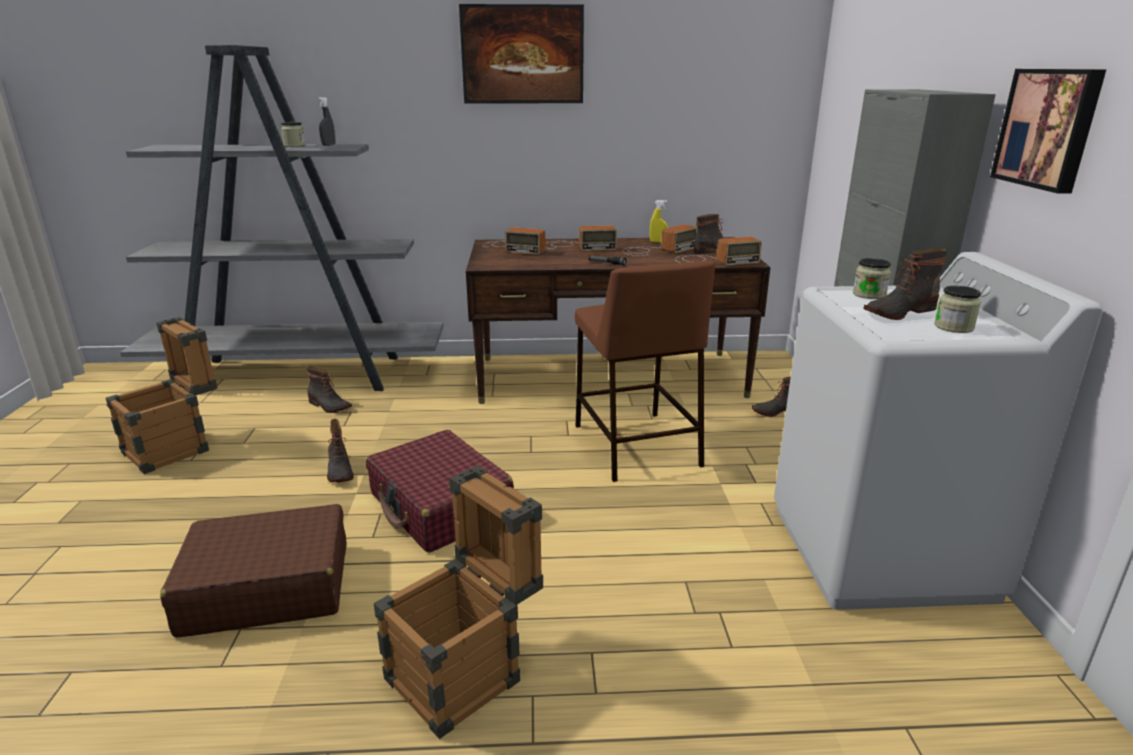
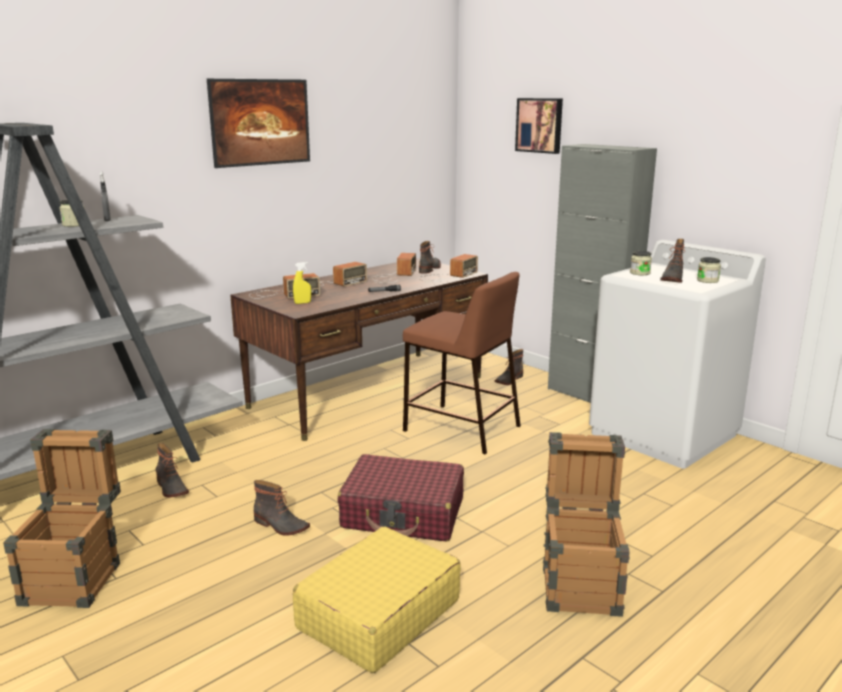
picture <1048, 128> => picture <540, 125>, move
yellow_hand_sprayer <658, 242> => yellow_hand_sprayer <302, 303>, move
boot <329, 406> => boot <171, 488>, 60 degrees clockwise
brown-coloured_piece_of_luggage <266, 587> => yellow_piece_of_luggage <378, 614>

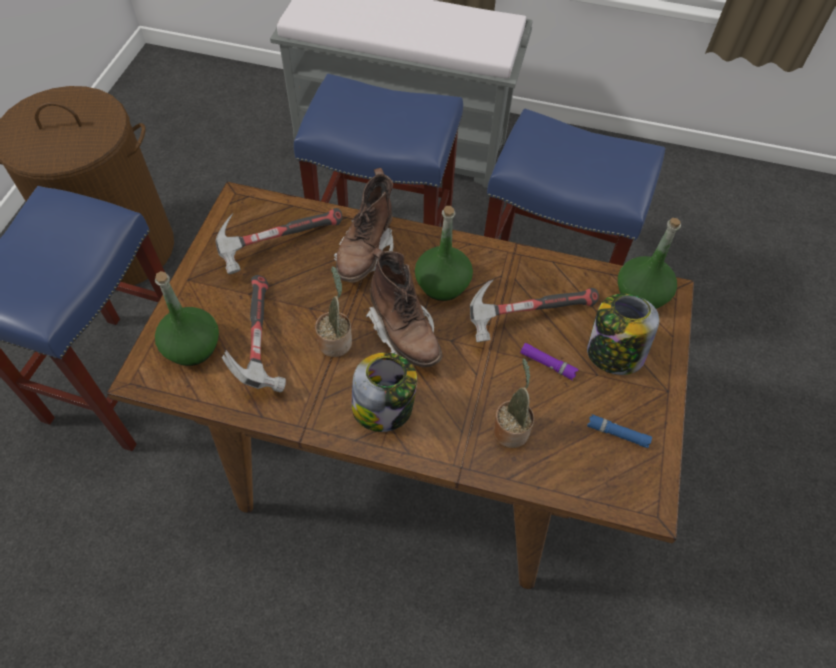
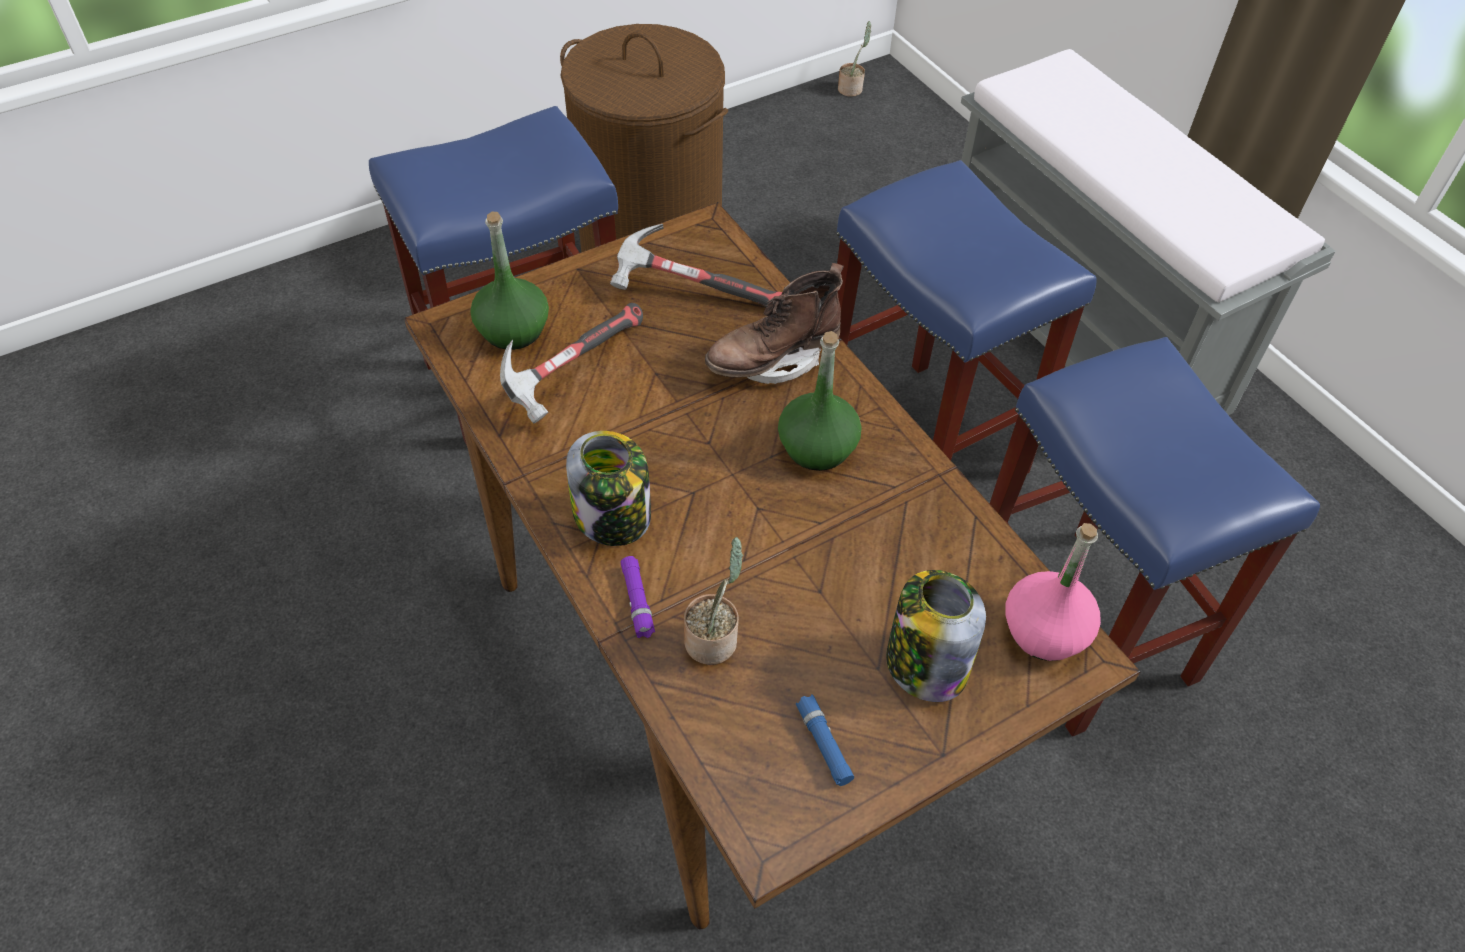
green-coloured_bottle <641, 294> => pinkish_bottle <1045, 631>
brown-coloured_boot <404, 332> => nothing
houseplant <336, 340> => houseplant <851, 89>, move
hammer <527, 315> => nothing
purplish_hand_torch <548, 364> => purplish_hand_torch <637, 601>, move

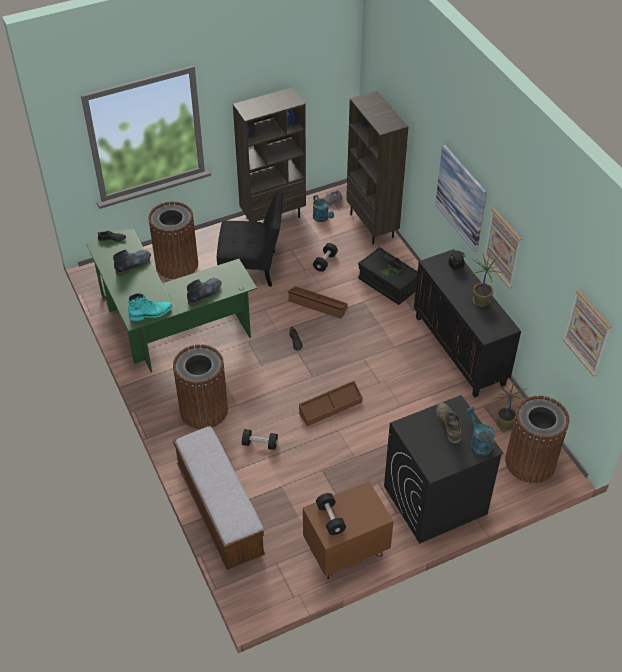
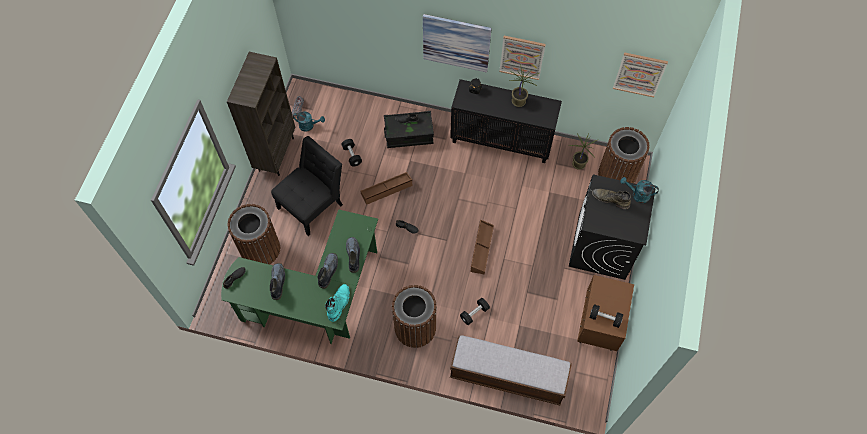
brown-coloured_shelving_unit <372, 226> => nothing
nothing => boot <328, 271>

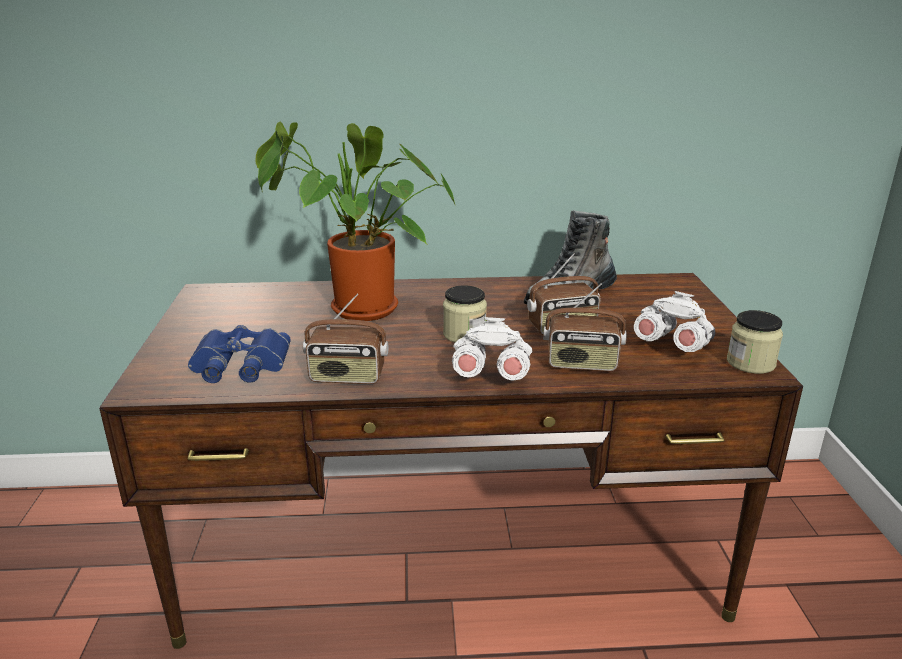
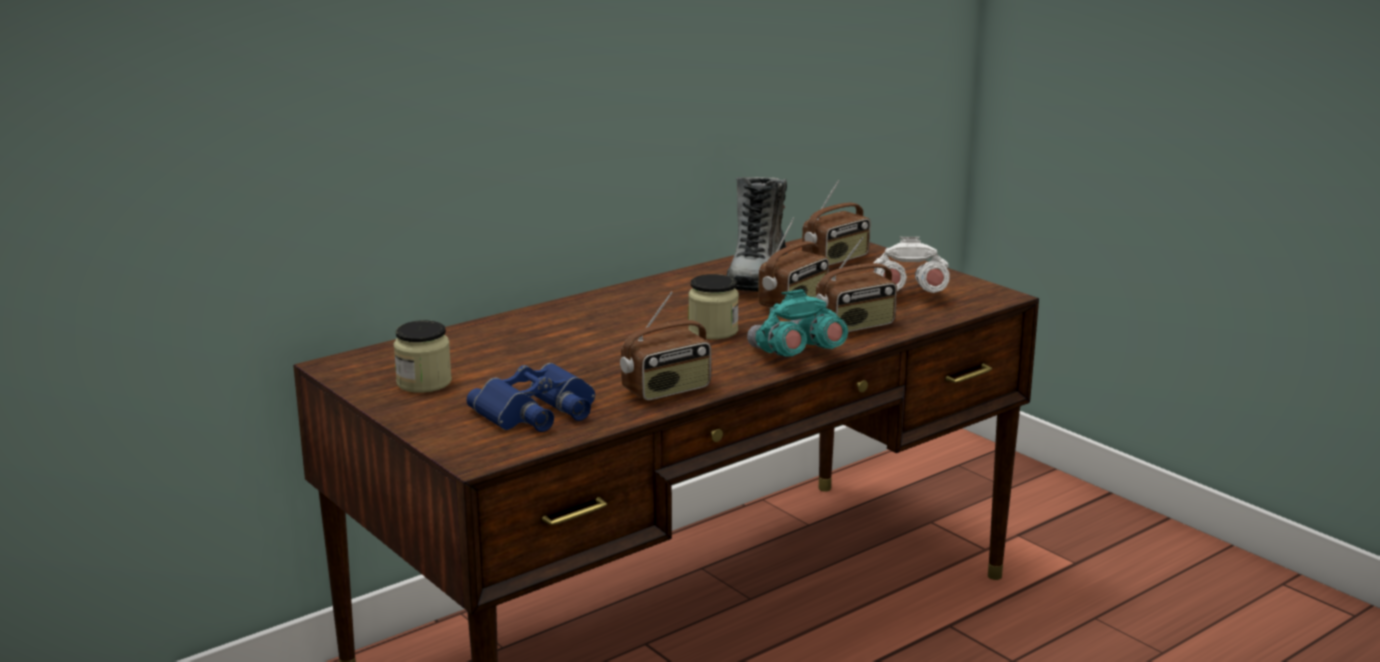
houseplant <356, 311> => nothing
jar <750, 363> => jar <424, 383>, move
white-coloured_pair_of_binoculars <491, 376> => turquoise_pair_of_binoculars <795, 355>
nothing => radio <836, 259>

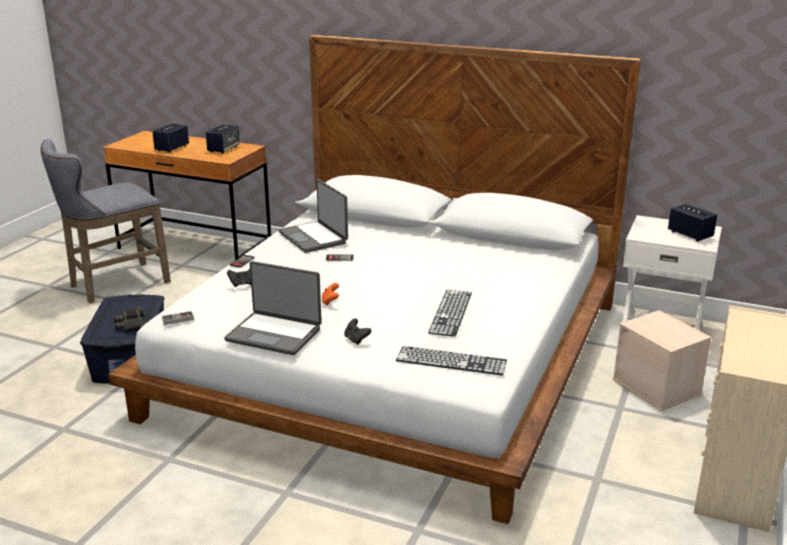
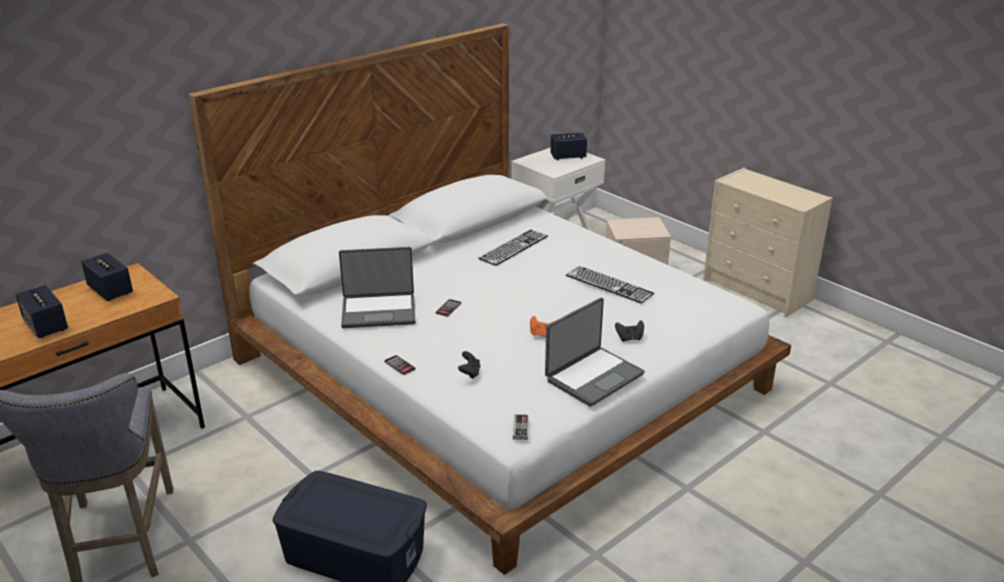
black_pair_of_binoculars <131, 324> => nothing
computer_keyboard <451, 361> => computer_keyboard <514, 247>, move

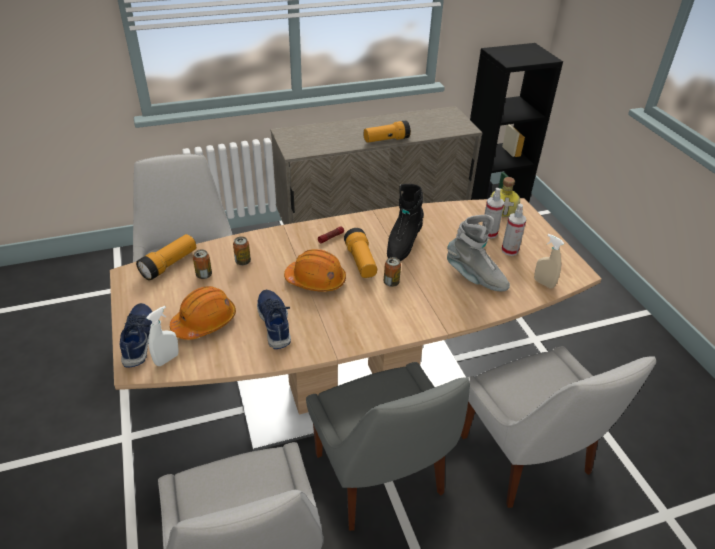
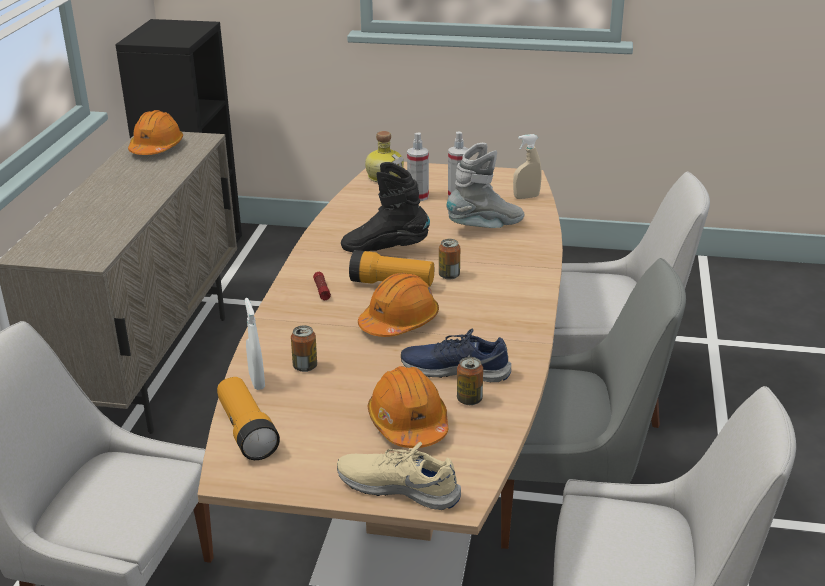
hand_torch <386, 140> => nothing
black_boot <402, 244> => black_boot <385, 249>, 135 degrees clockwise
sealed_can <204, 275> => sealed_can <469, 399>, move
blue-coloured_item_of_footwear <140, 339> => beige-coloured_item_of_footwear <399, 486>
white-coloured_hand_sprayer <167, 359> => white-coloured_hand_sprayer <257, 381>, move
nothing => orangey_work_helmet <156, 148>

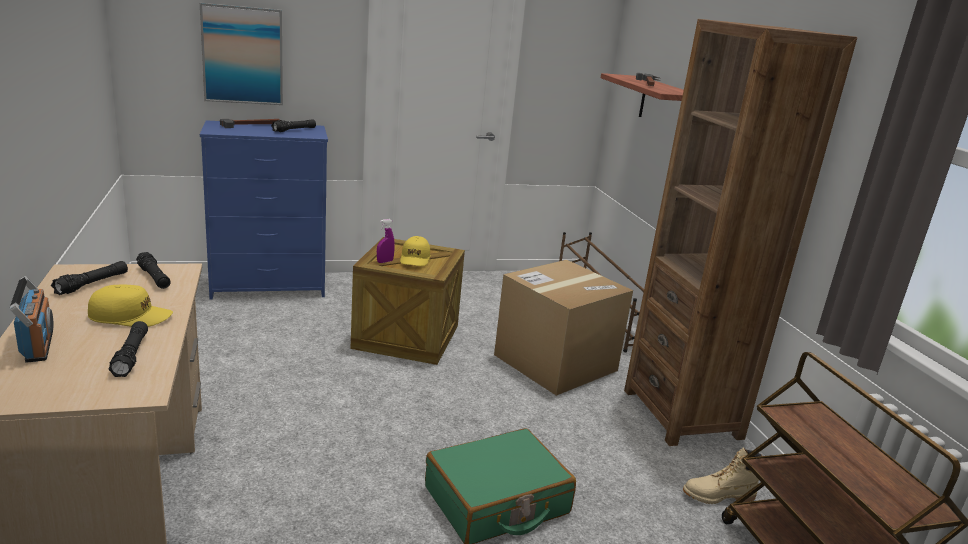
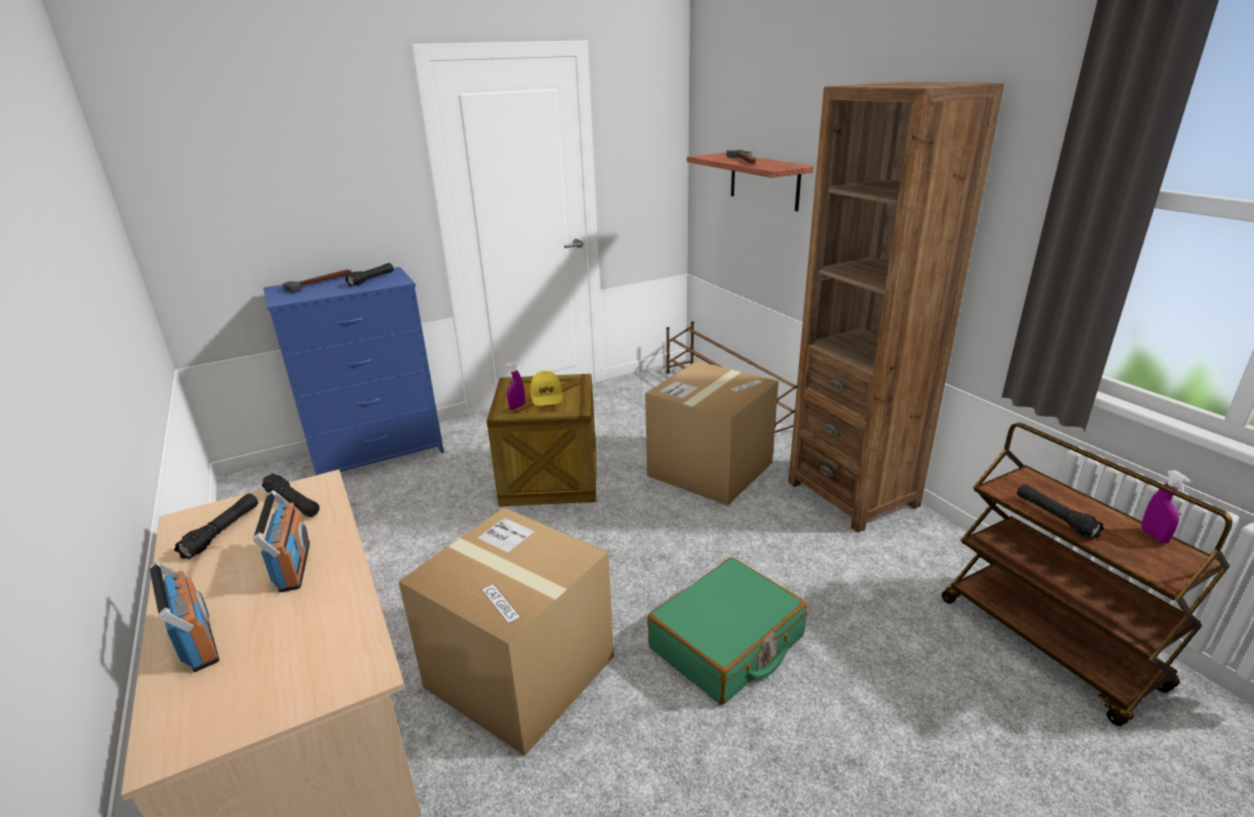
picture <243, 55> => nothing
yellow_peaked_cap <130, 317> => radio <293, 566>
black_hand_torch <131, 355> => black_hand_torch <1055, 517>, move
beige-coloured_boot <718, 496> => nothing
nothing => purplish_hand_sprayer <1154, 536>
nothing => carton <520, 671>

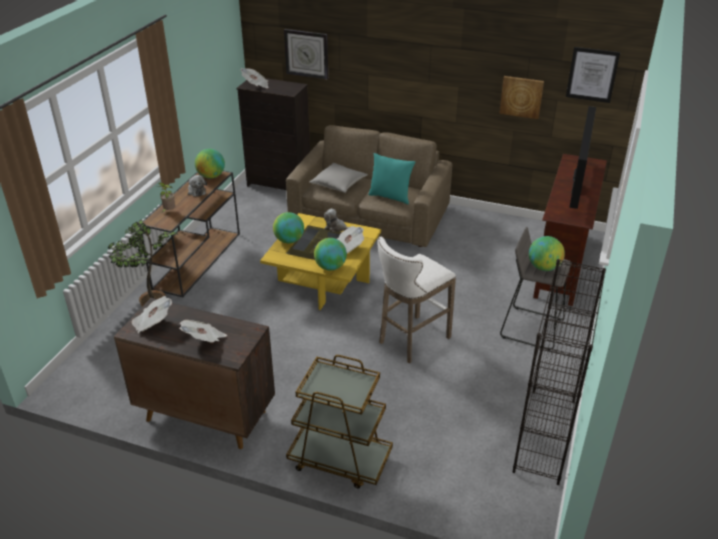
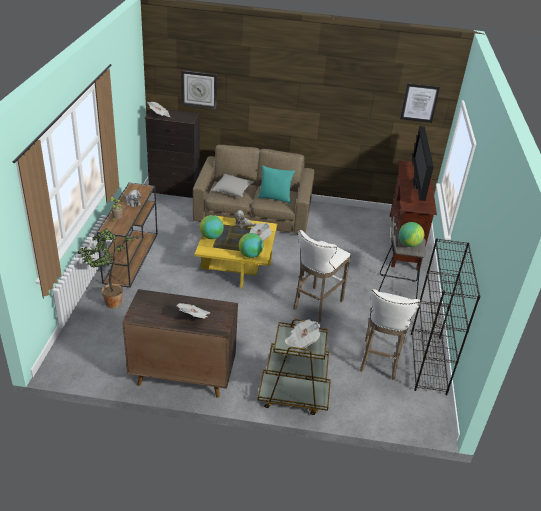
picture <521, 97> => nothing
world_globe <211, 176> => nothing
newspaper <152, 323> => newspaper <301, 341>, move
nothing => white-coloured_stool_seat <380, 361>

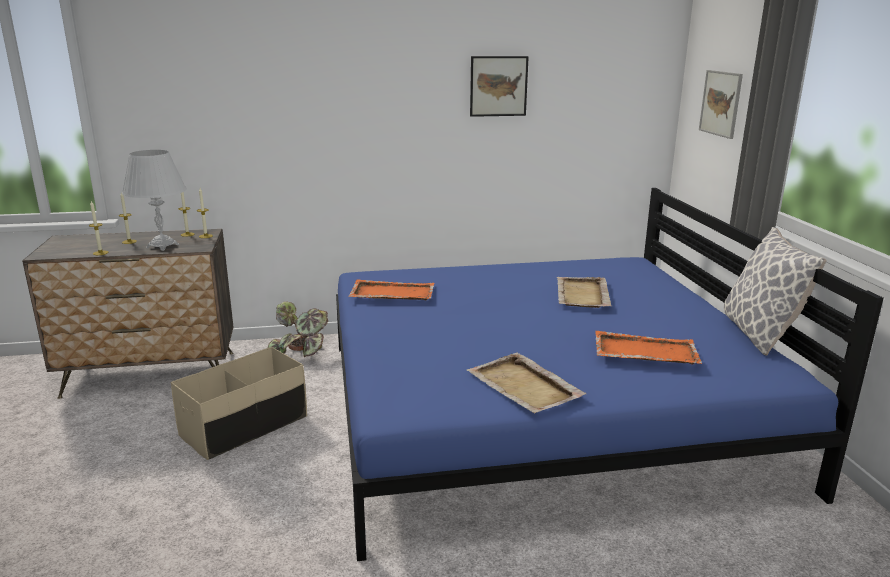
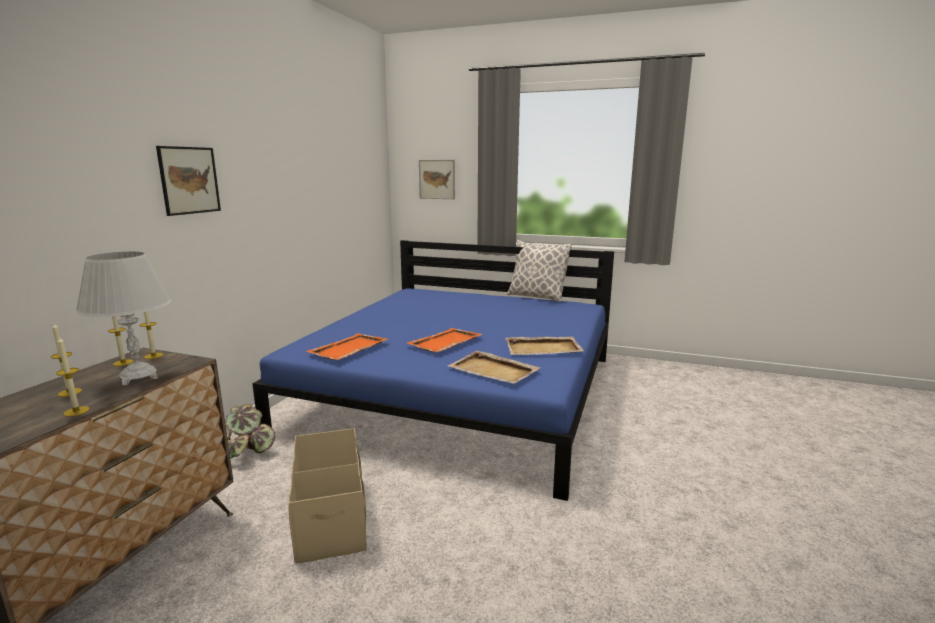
picture <498, 86> => picture <189, 180>, move
beige-coloured_serving_tray <582, 295> => beige-coloured_serving_tray <494, 370>, move
orangey_serving_tray <644, 351> => orangey_serving_tray <444, 342>, move

